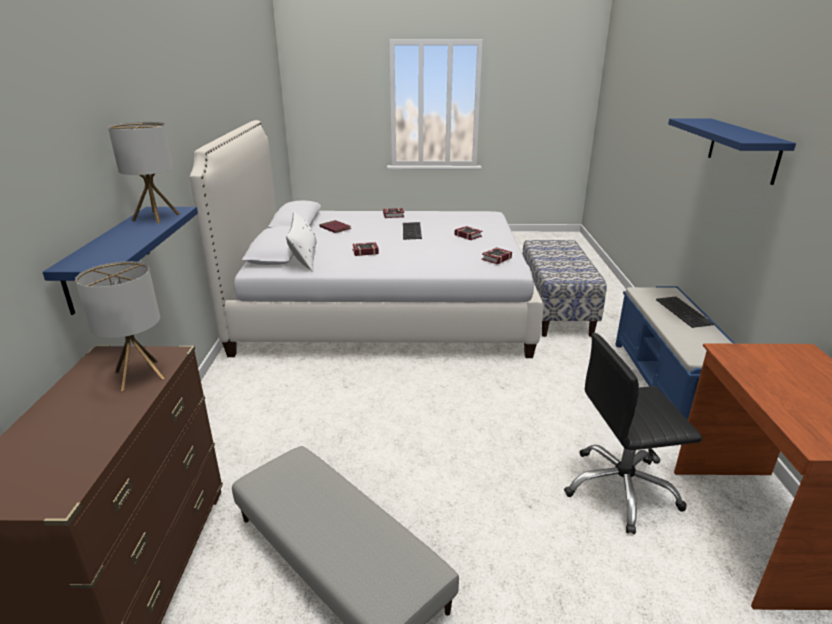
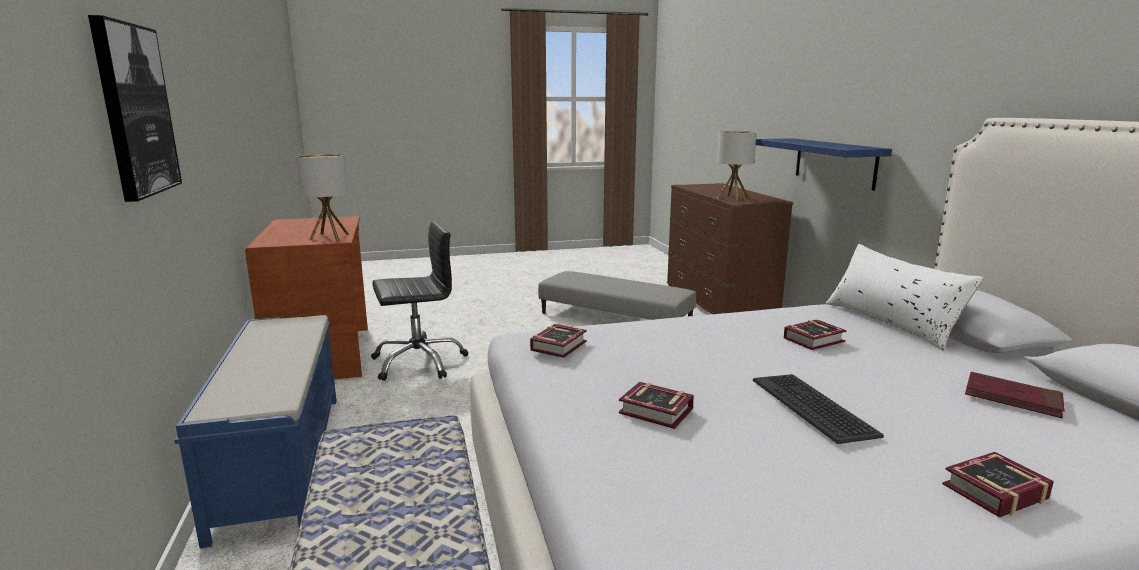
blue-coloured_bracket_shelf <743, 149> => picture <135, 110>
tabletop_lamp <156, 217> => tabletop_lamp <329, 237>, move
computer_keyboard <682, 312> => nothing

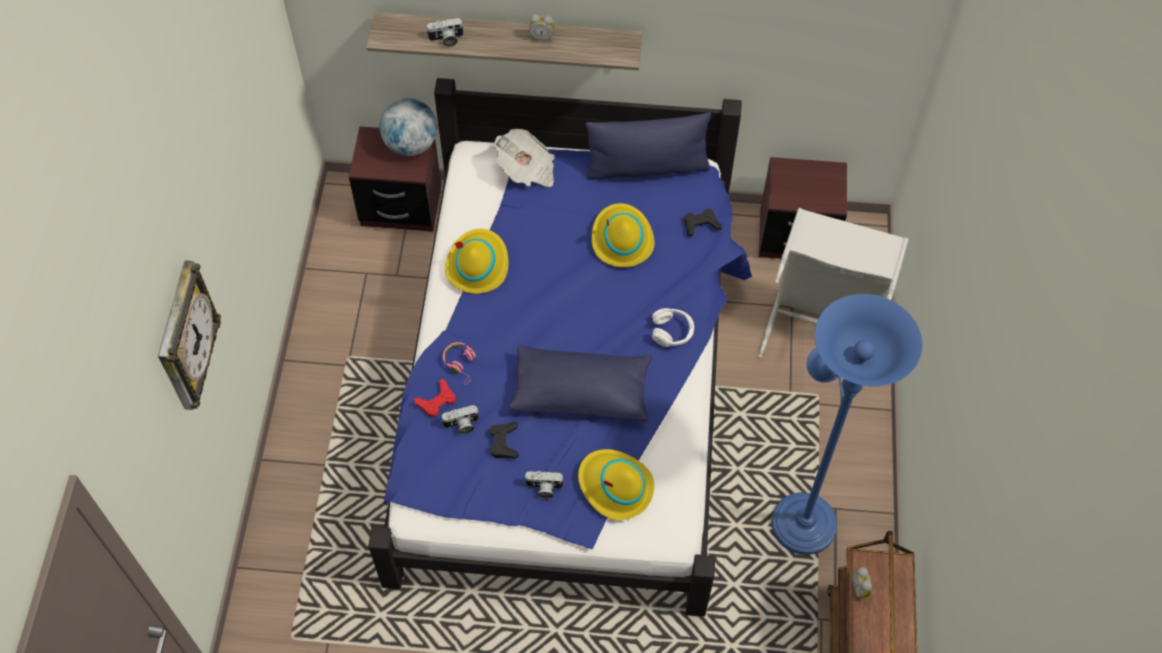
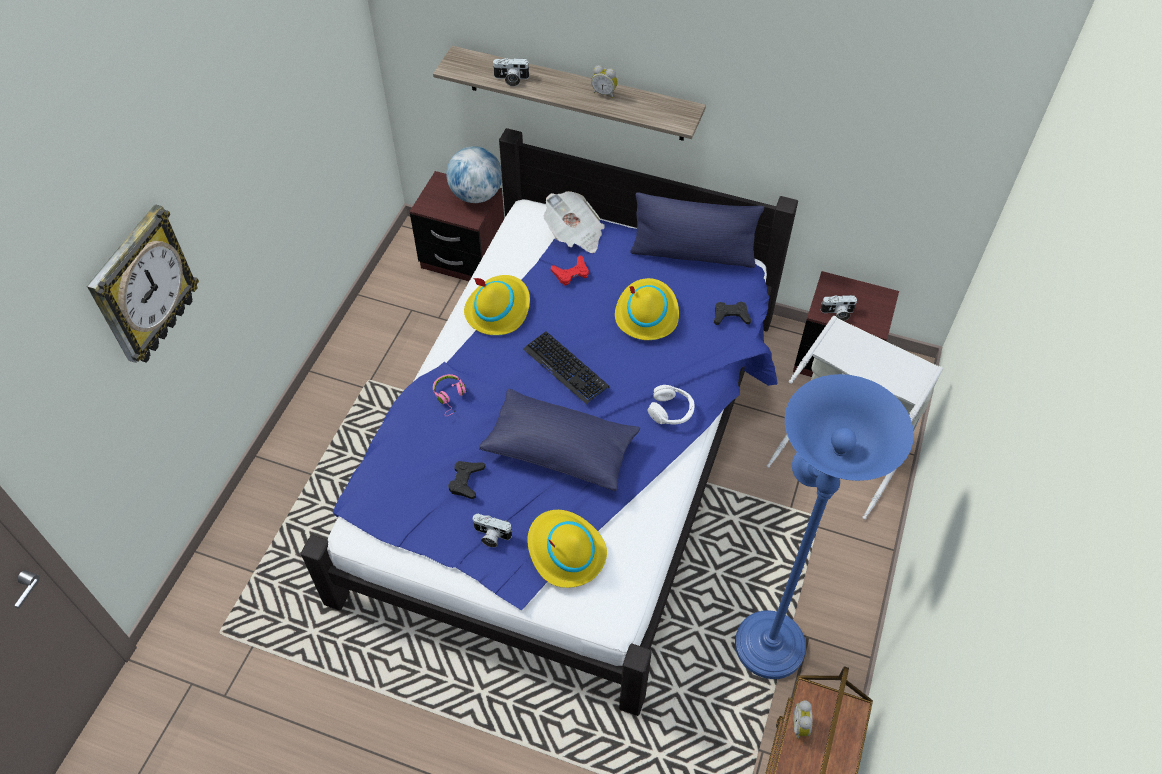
reddish_game_controller <437, 401> => reddish_game_controller <571, 273>, move
still_camera <462, 425> => still_camera <837, 313>, move
nothing => computer_keyboard <566, 368>

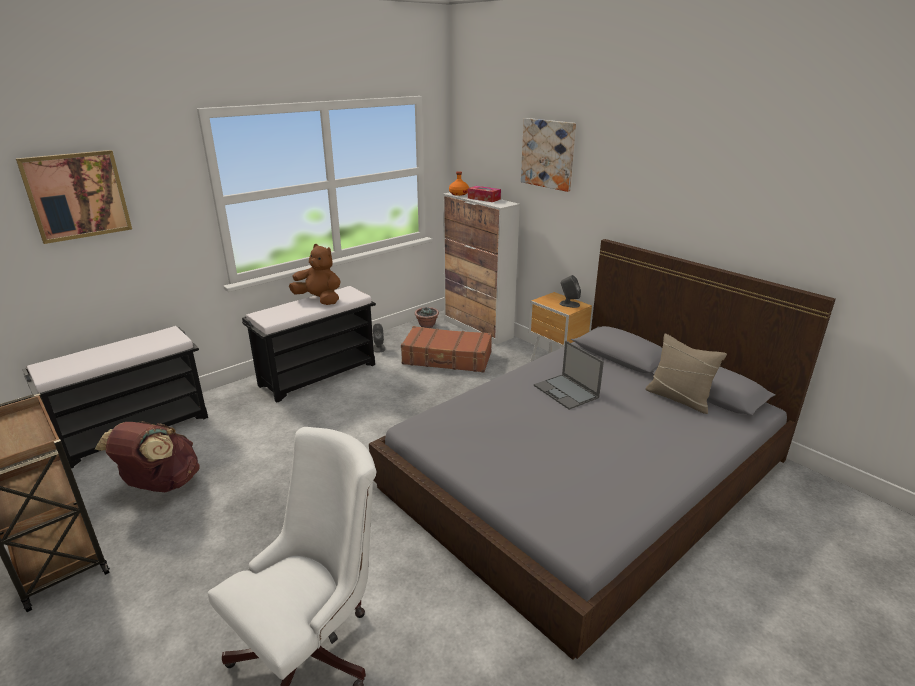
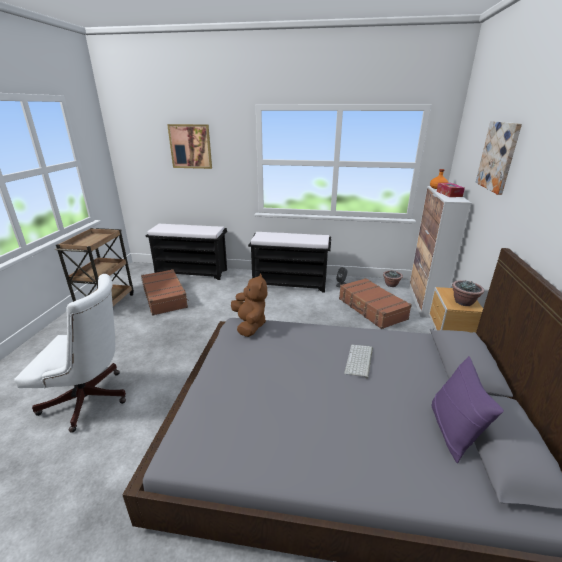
brown-coloured_plush_toy <319, 300> => brown-coloured_plush_toy <250, 325>, move
gray_loudspeaker <569, 304> => houseplant <464, 302>
beige-coloured_cushion <679, 398> => purplish_cushion <453, 430>
laptop <566, 392> => computer_keyboard <359, 361>
brown-coloured_rucksack <161, 485> => brown-coloured_piece_of_luggage <165, 297>

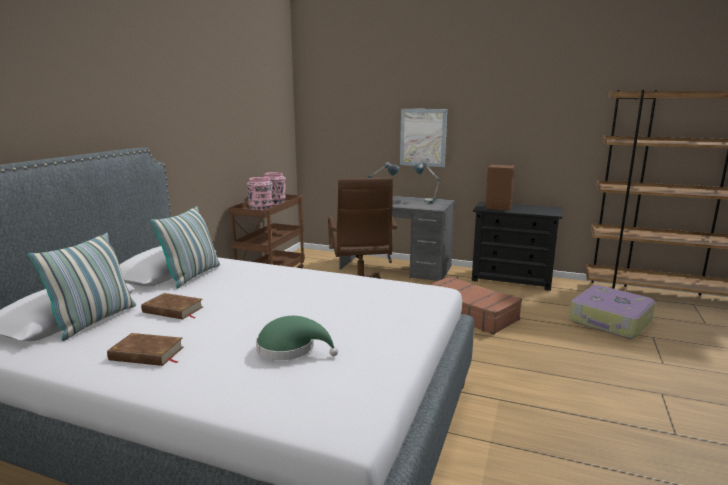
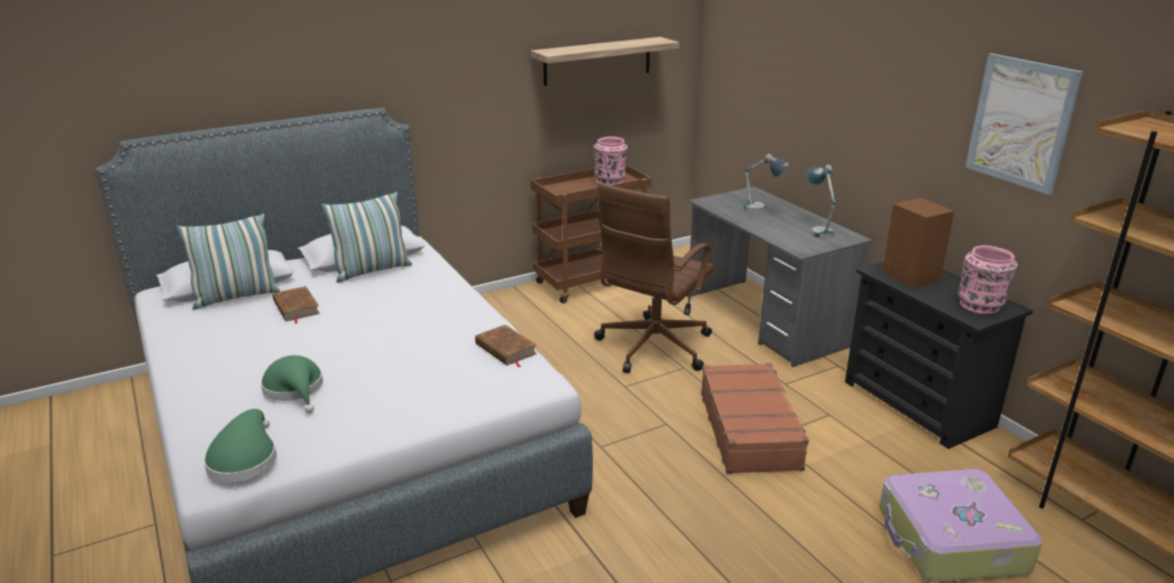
picture <423, 137> => picture <1021, 122>, move
pinkish_flower_vase <261, 209> => pinkish_flower_vase <980, 306>, move
brown-coloured_book <147, 354> => brown-coloured_book <505, 349>, move
nothing => bracket_shelf <597, 61>
nothing => green-coloured_clothing_hat <244, 459>

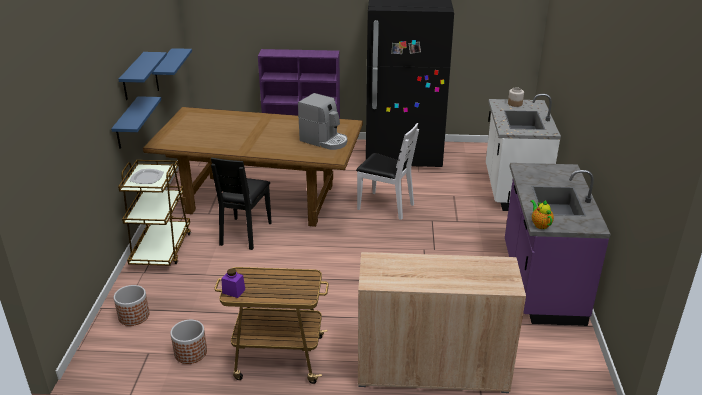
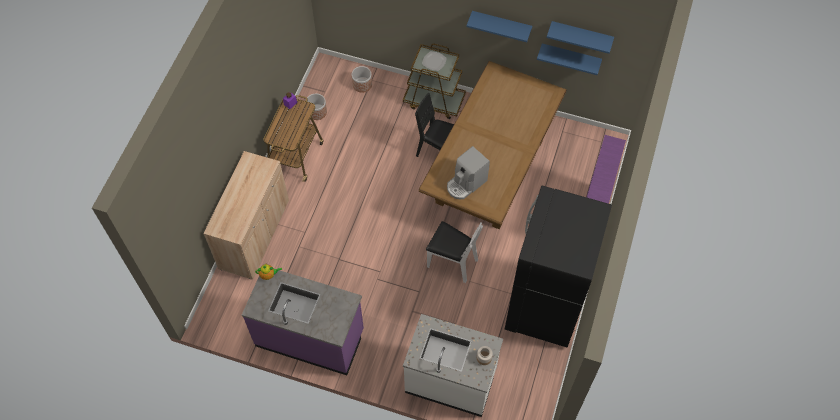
blue-coloured_bracket_shelf <127, 123> => blue-coloured_bracket_shelf <581, 35>, move
white-coloured_plain_chair <385, 206> => white-coloured_plain_chair <452, 262>, 105 degrees counterclockwise

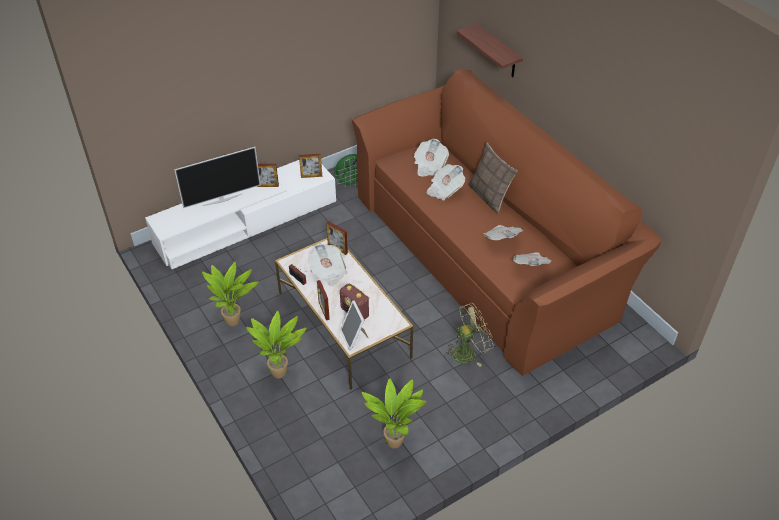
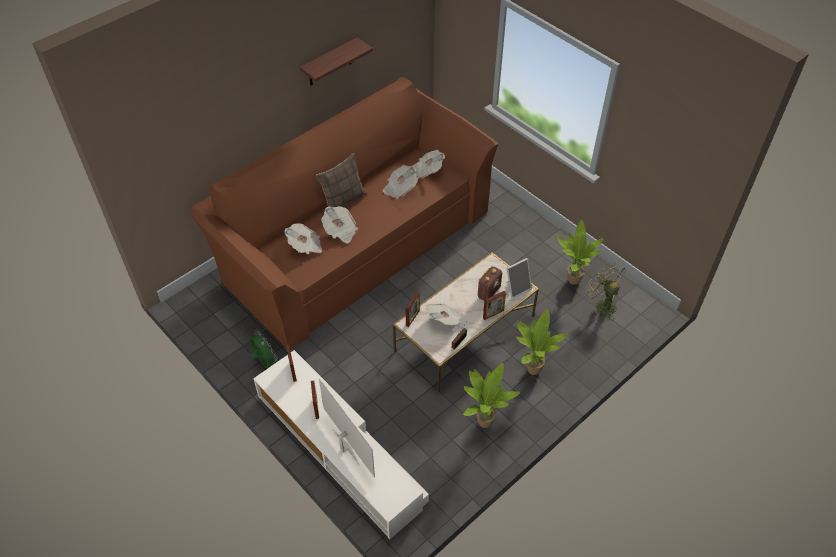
bracket_shelf <498, 52> => bracket_shelf <329, 63>, move
green-coloured_electric_fan <468, 352> => green-coloured_electric_fan <602, 304>, move

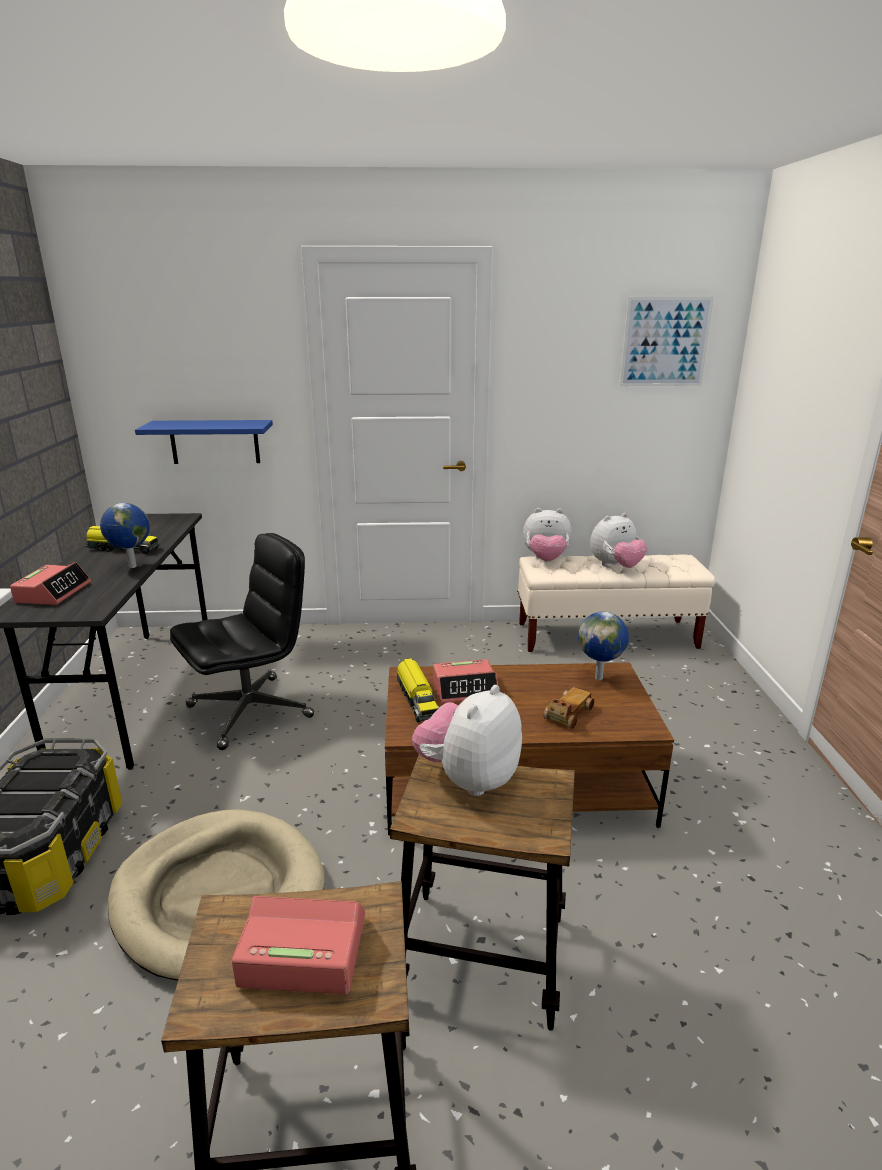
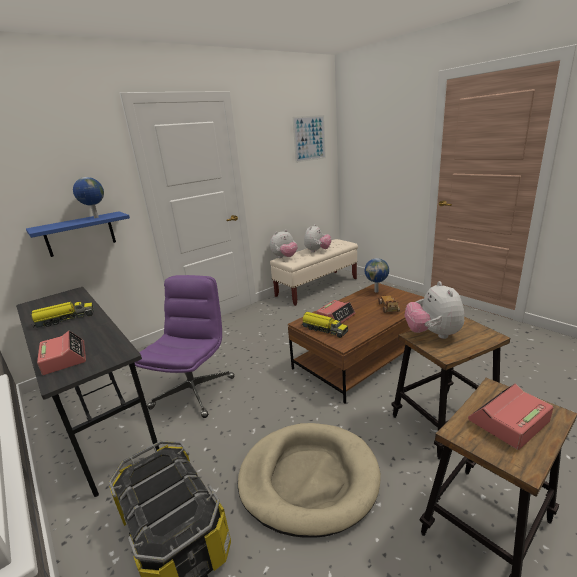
world_globe <131, 566> => world_globe <96, 217>, move
black_computer_chair <251, 711> => purplish_computer_chair <194, 391>

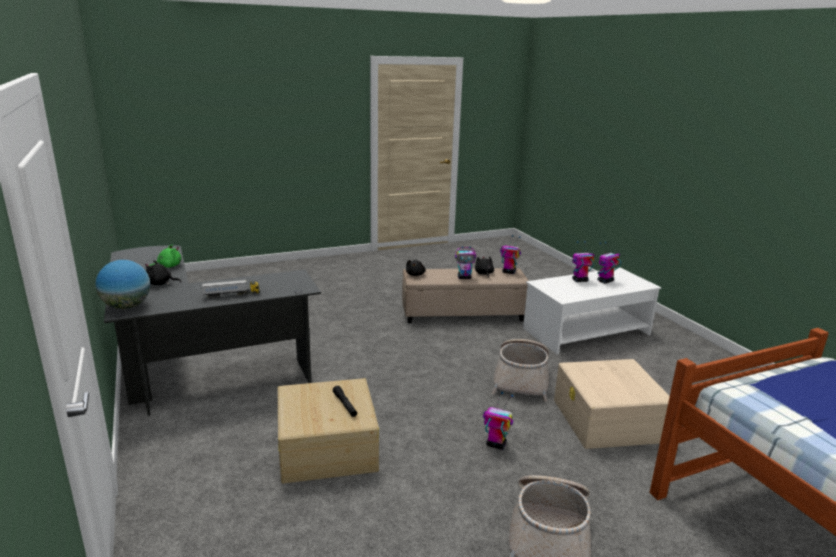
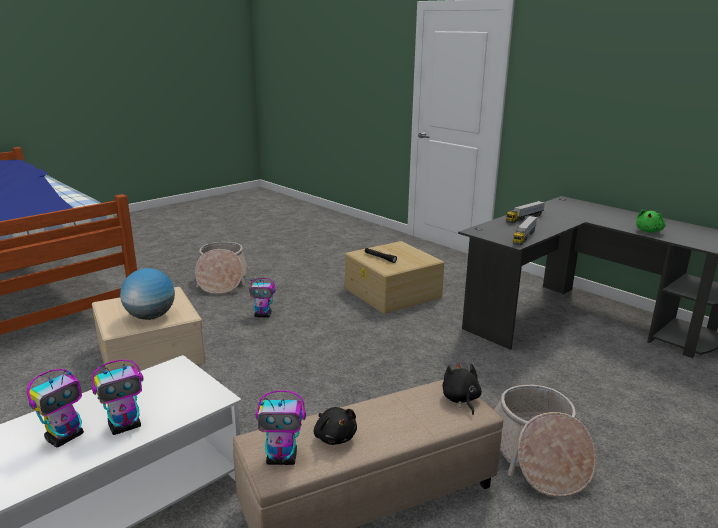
toy_robot <464, 277> => nothing
world_globe <126, 306> => world_globe <151, 317>, move
black_plush_toy <161, 283> => nothing
storage_basket <521, 379> => storage_basket <537, 457>, move
nothing => toy_truck <524, 237>

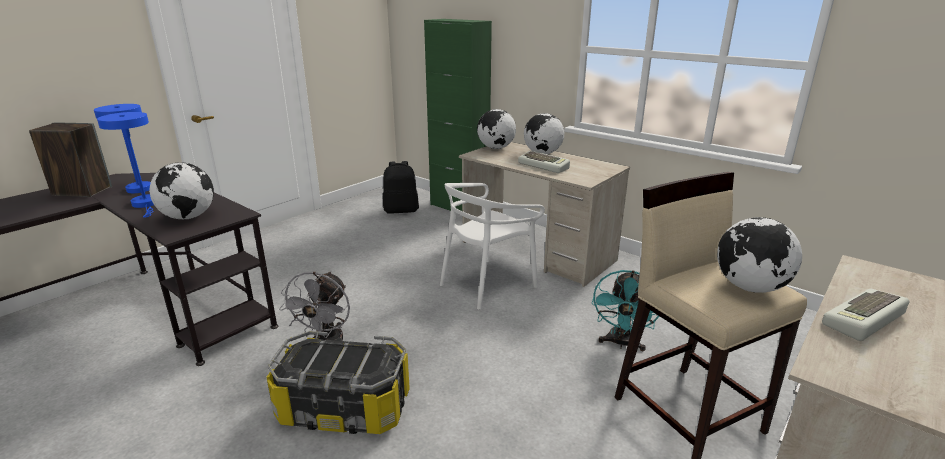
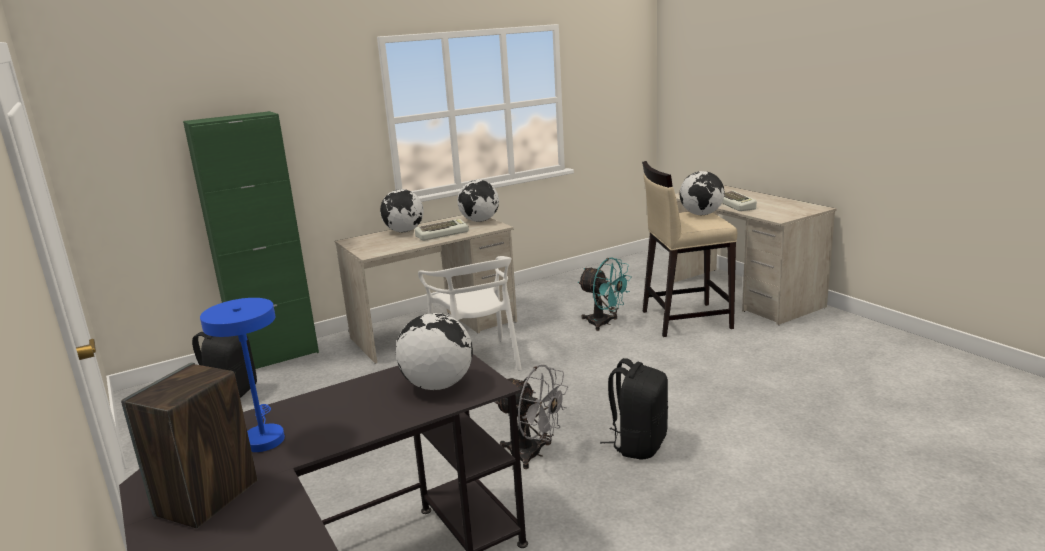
world_globe <496, 148> => world_globe <479, 221>, move
blue-coloured_tabletop_lamp <146, 204> => nothing
storage_bin <345, 407> => black_rucksack <638, 444>

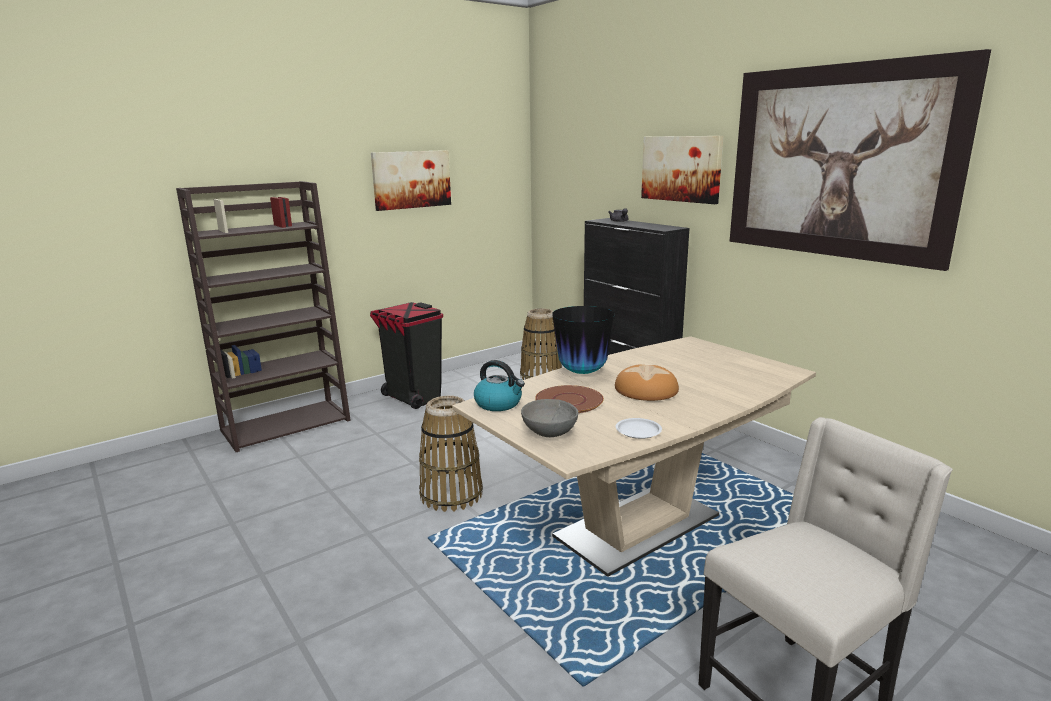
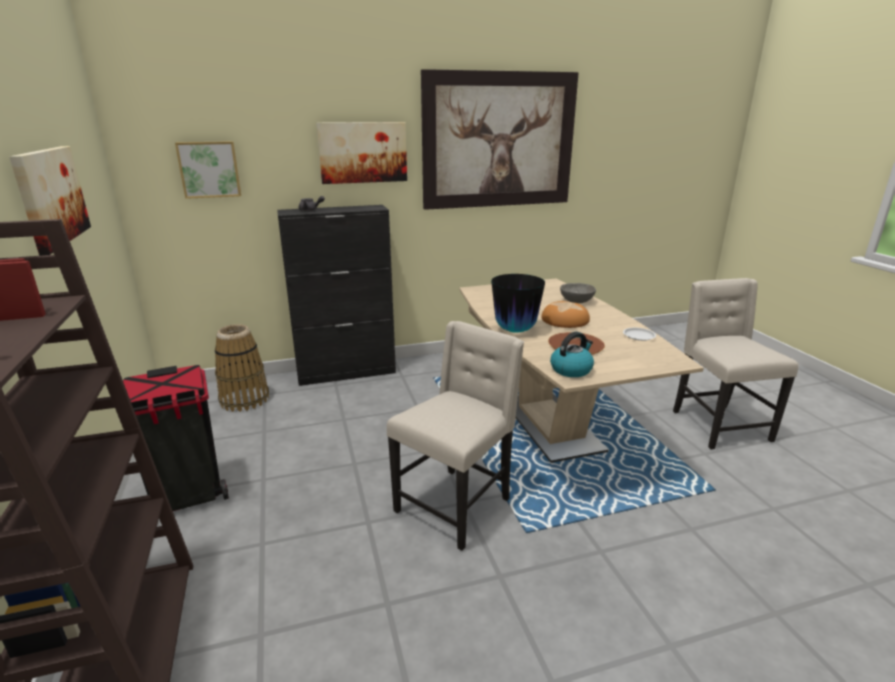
storage_basket <451, 495> => beige-coloured_plain_chair <455, 505>
gray_bowl <549, 432> => gray_bowl <576, 301>, move
nothing => picture <209, 169>

